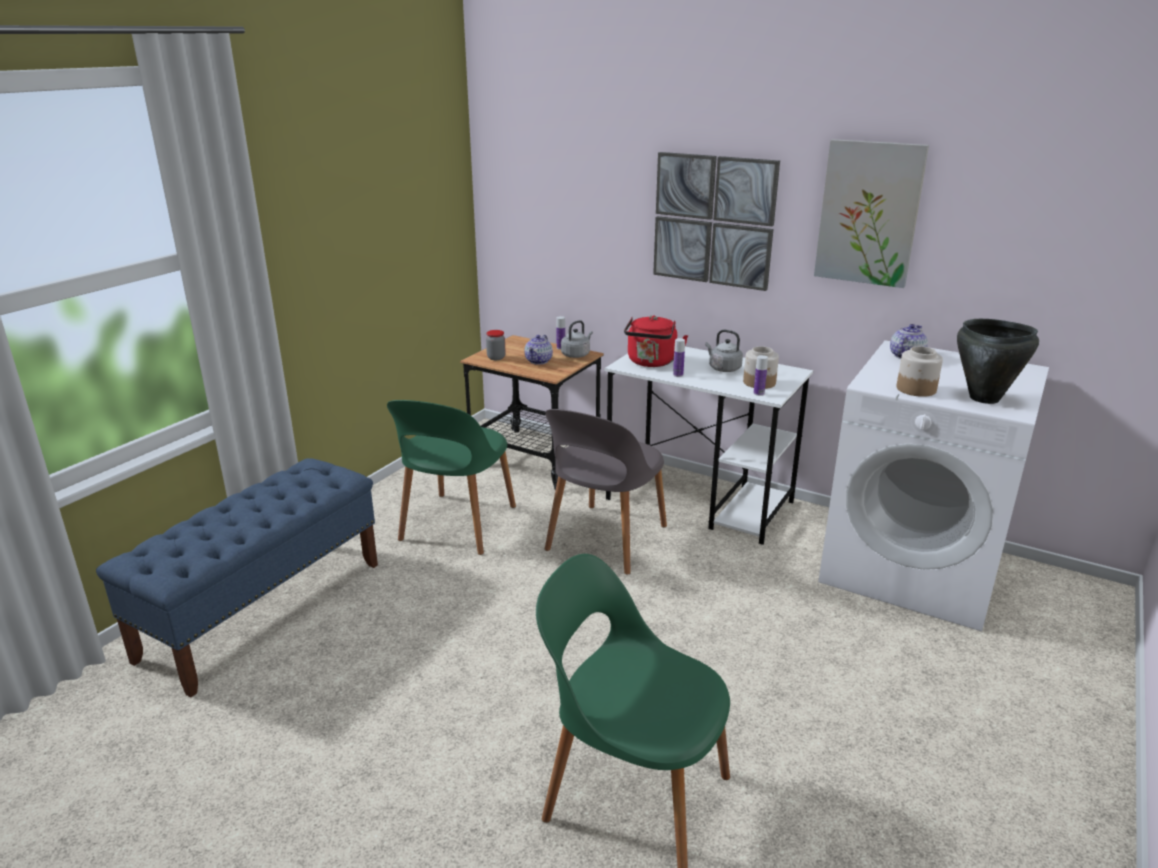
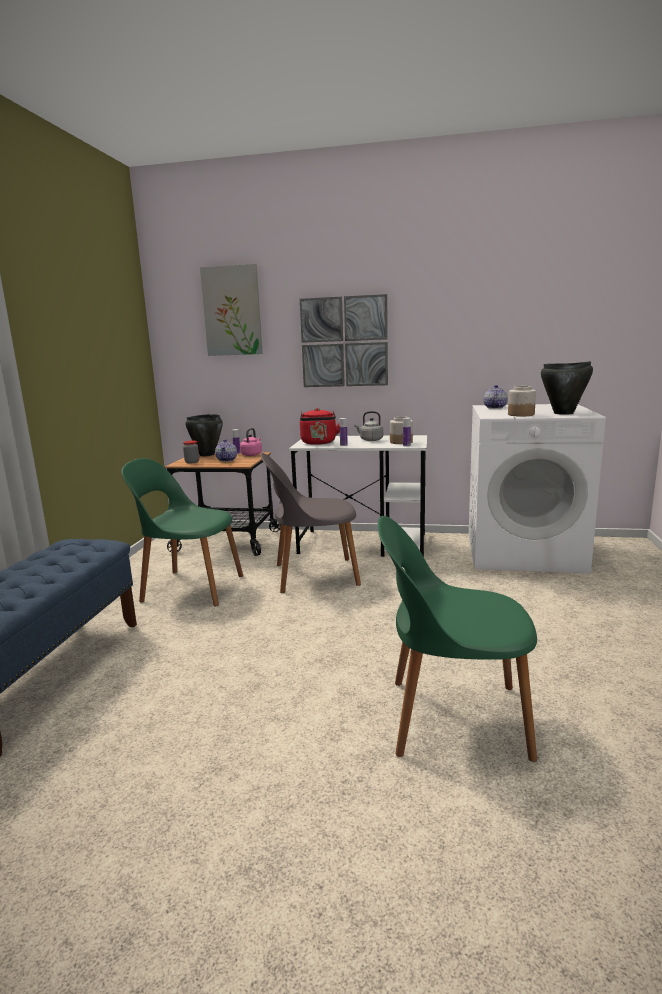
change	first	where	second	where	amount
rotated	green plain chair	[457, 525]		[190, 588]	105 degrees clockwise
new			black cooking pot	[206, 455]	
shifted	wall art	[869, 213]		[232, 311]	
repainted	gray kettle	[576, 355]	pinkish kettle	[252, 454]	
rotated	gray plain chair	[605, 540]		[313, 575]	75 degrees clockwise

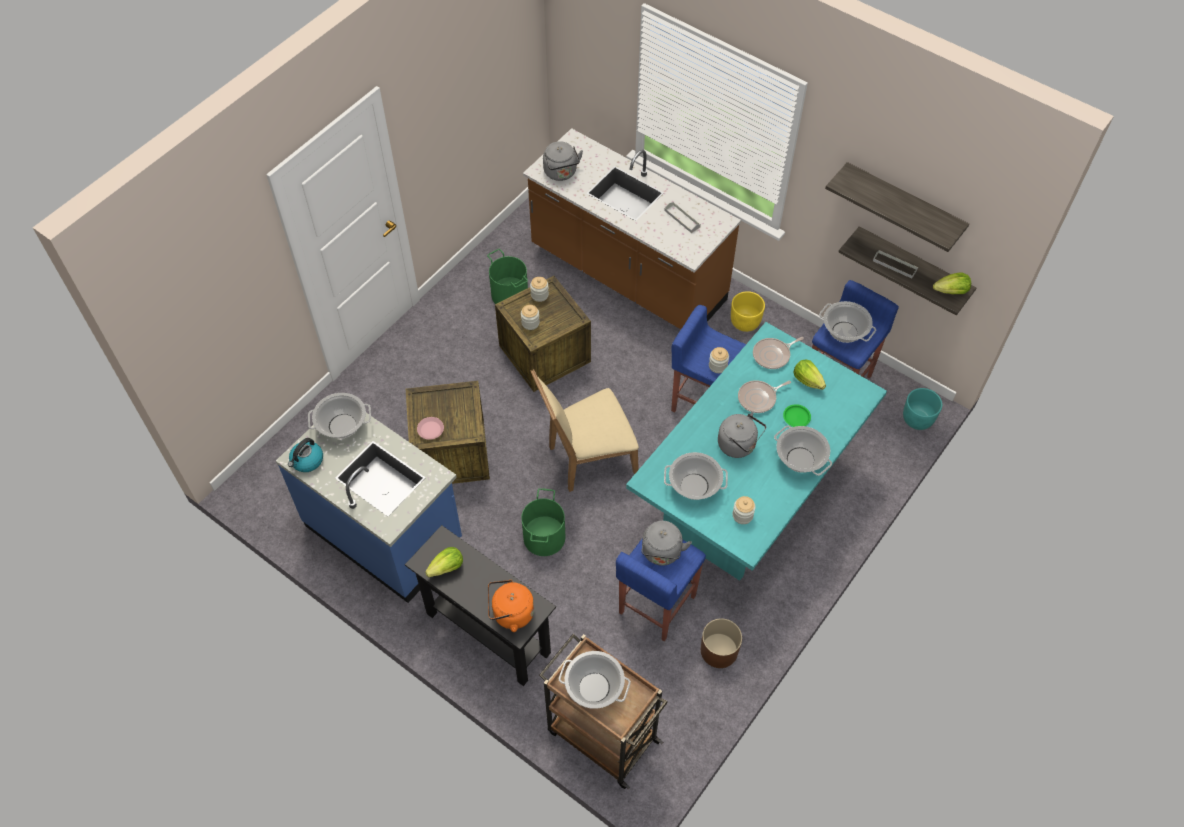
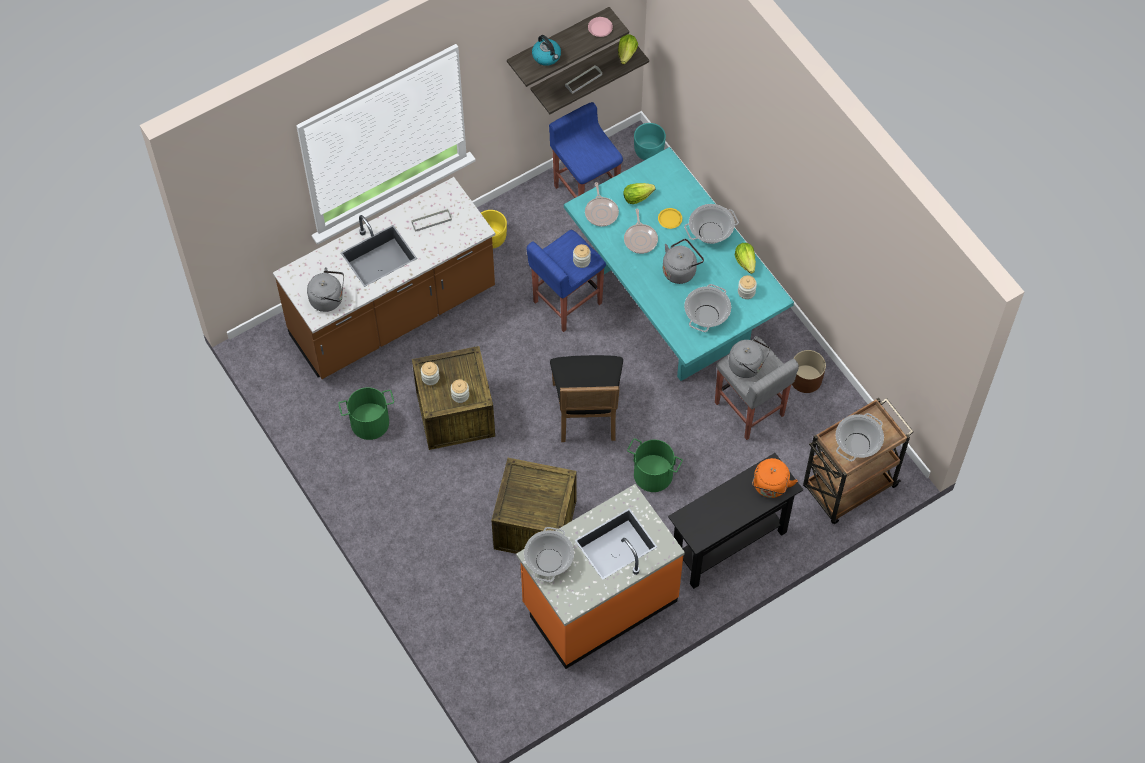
change	first	where	second	where	amount
repainted	blue-coloured kitchen counter	[385, 533]	orange kitchen counter	[599, 602]	
shifted	kettle	[307, 461]		[547, 56]	
repainted	sand-coloured plain chair	[587, 459]	black plain chair	[587, 415]	
shifted	pinkish flat dish	[431, 430]		[600, 28]	
repainted	green flat dish	[796, 417]	yellow-coloured flat dish	[669, 219]	
repainted	blue-coloured stool	[656, 605]	gray stool	[749, 410]	
shifted	head of lettuce	[447, 568]		[745, 262]	
gone	cooking pot	[844, 332]			

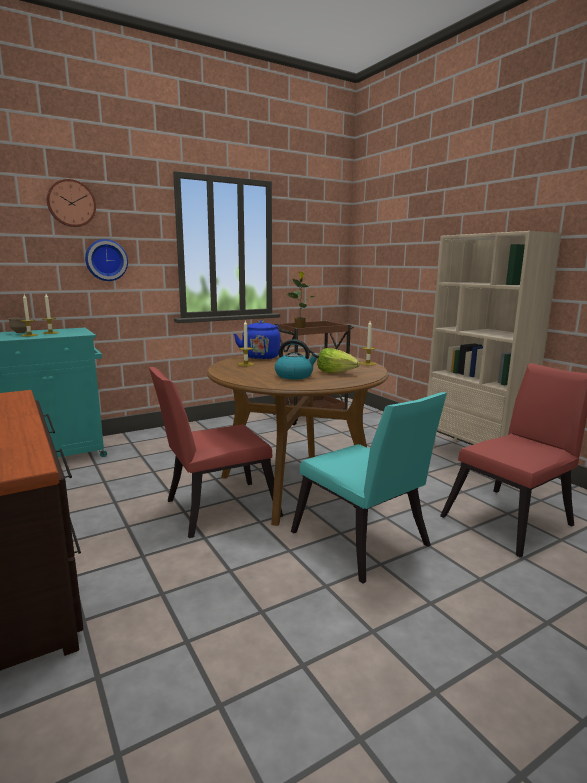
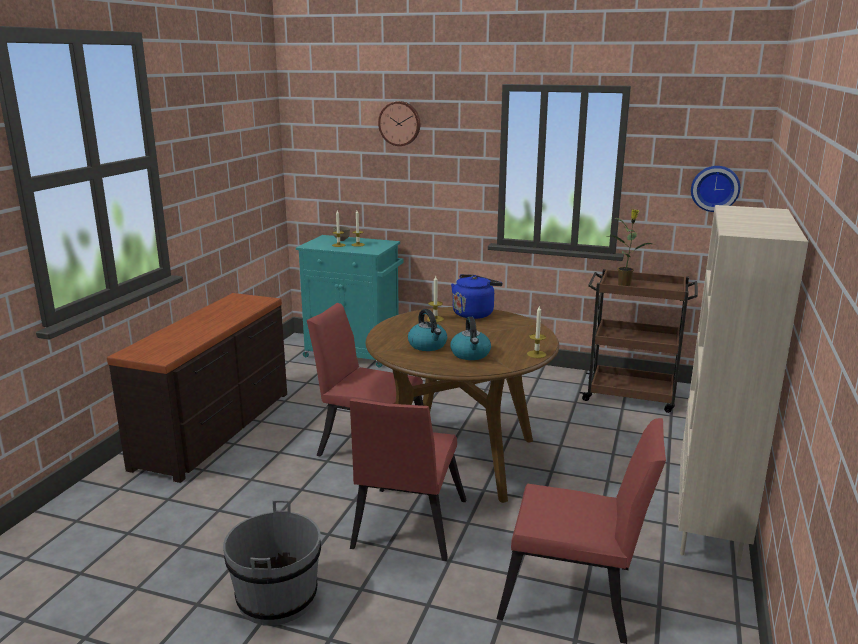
change	first	where	second	where	amount
new			gray pail	[277, 598]	
repainted	turquoise-coloured plain chair	[363, 544]	reddish plain chair	[406, 528]	
swapped	head of lettuce	[336, 372]	kettle	[470, 354]	
shifted	wall clock	[106, 260]		[715, 188]	

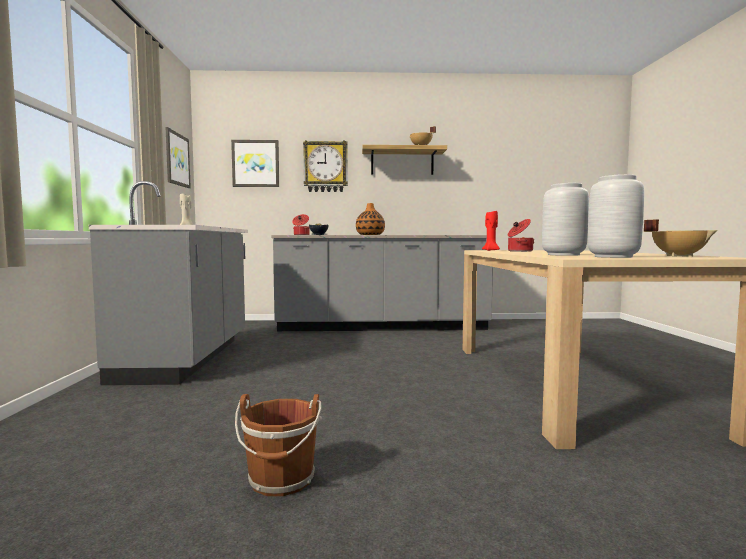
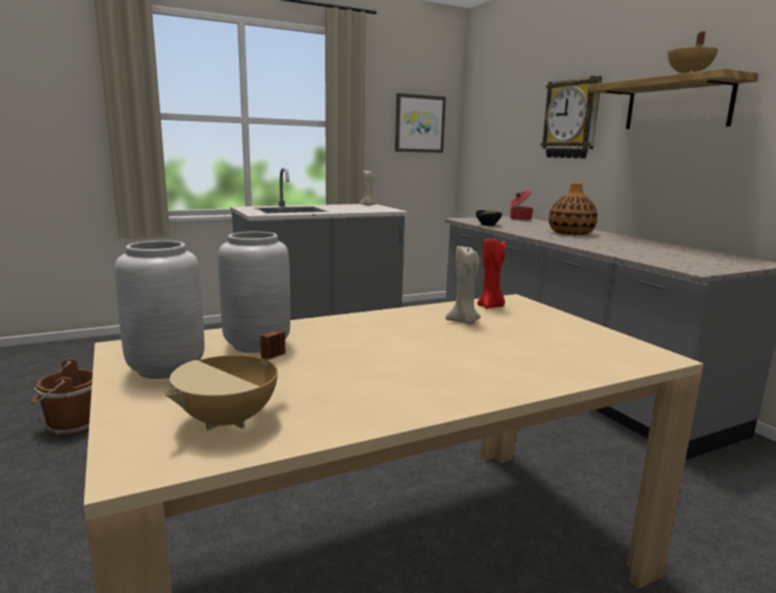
change	first	where	second	where	amount
swapped	cooking pot	[519, 251]	sand-coloured candle	[464, 322]	
gone	wall art	[255, 163]			

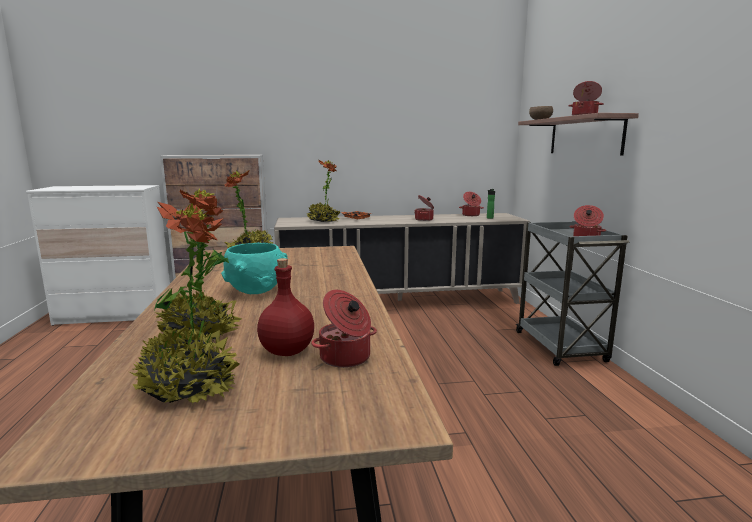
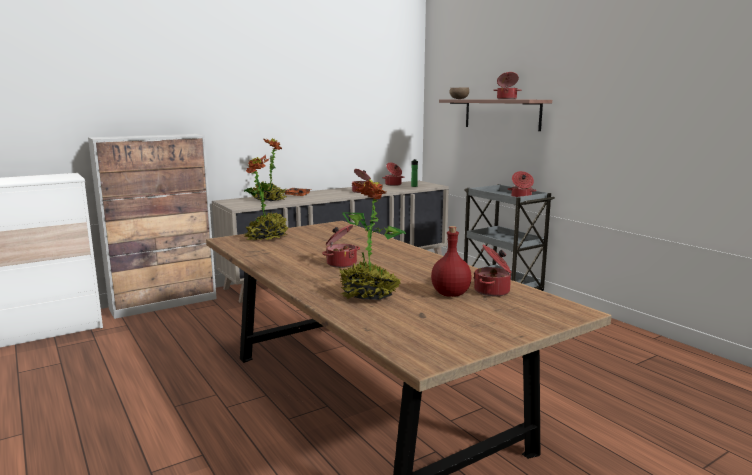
change	first	where	second	where	amount
swapped	turquoise-coloured deep dish	[255, 291]	cooking pot	[341, 263]	
gone	houseplant	[189, 387]			

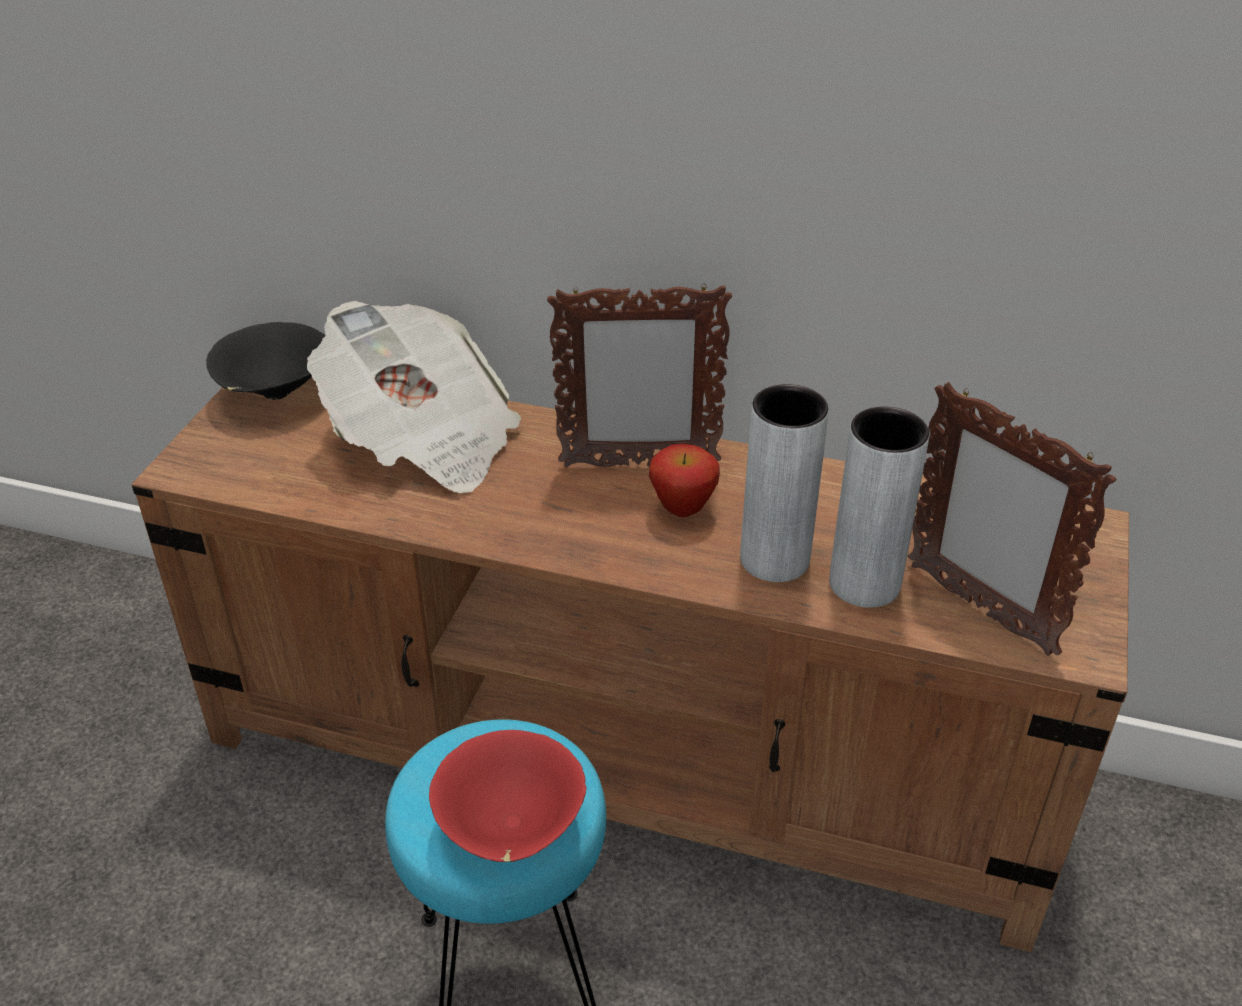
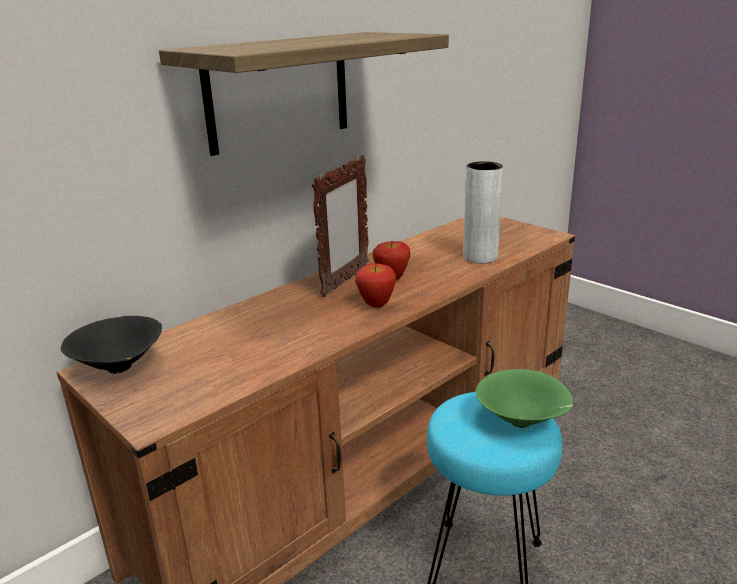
change	first	where	second	where	amount
new			shelf	[279, 91]	
new			whole apple	[376, 305]	
repainted	reddish deep dish	[510, 829]	green deep dish	[522, 422]	
gone	daily paper	[422, 438]			
gone	gray decorative vase	[774, 559]			
gone	photo frame	[979, 608]			

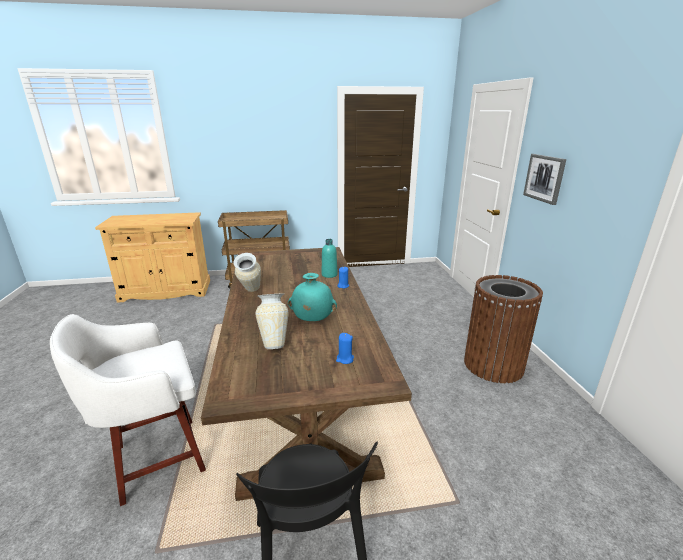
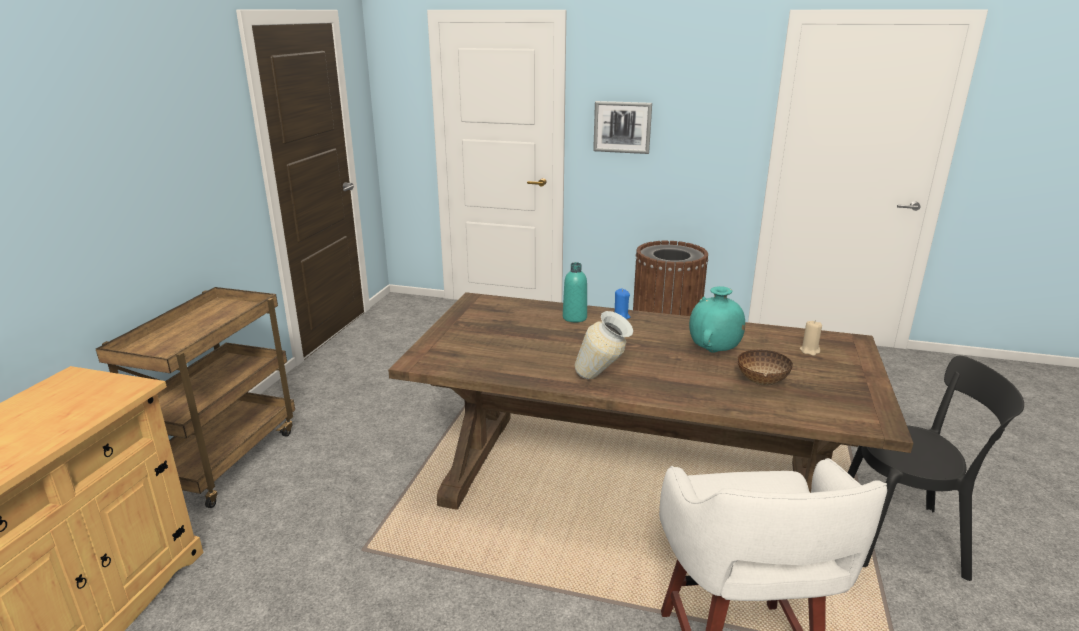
change	first	where	second	where	amount
swapped	decorative vase	[275, 342]	deep dish	[761, 381]	
repainted	blue-coloured candle	[345, 359]	sand-coloured candle	[809, 351]	

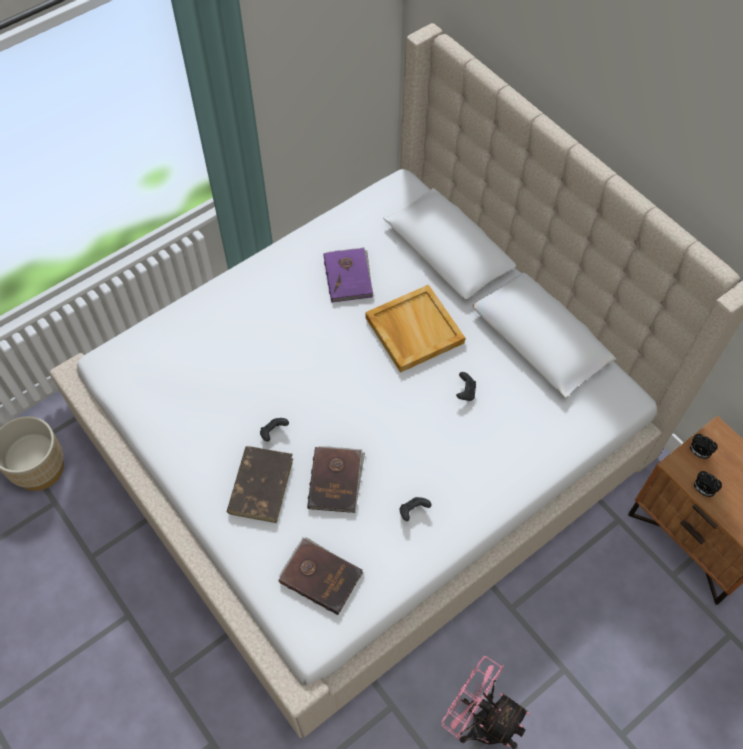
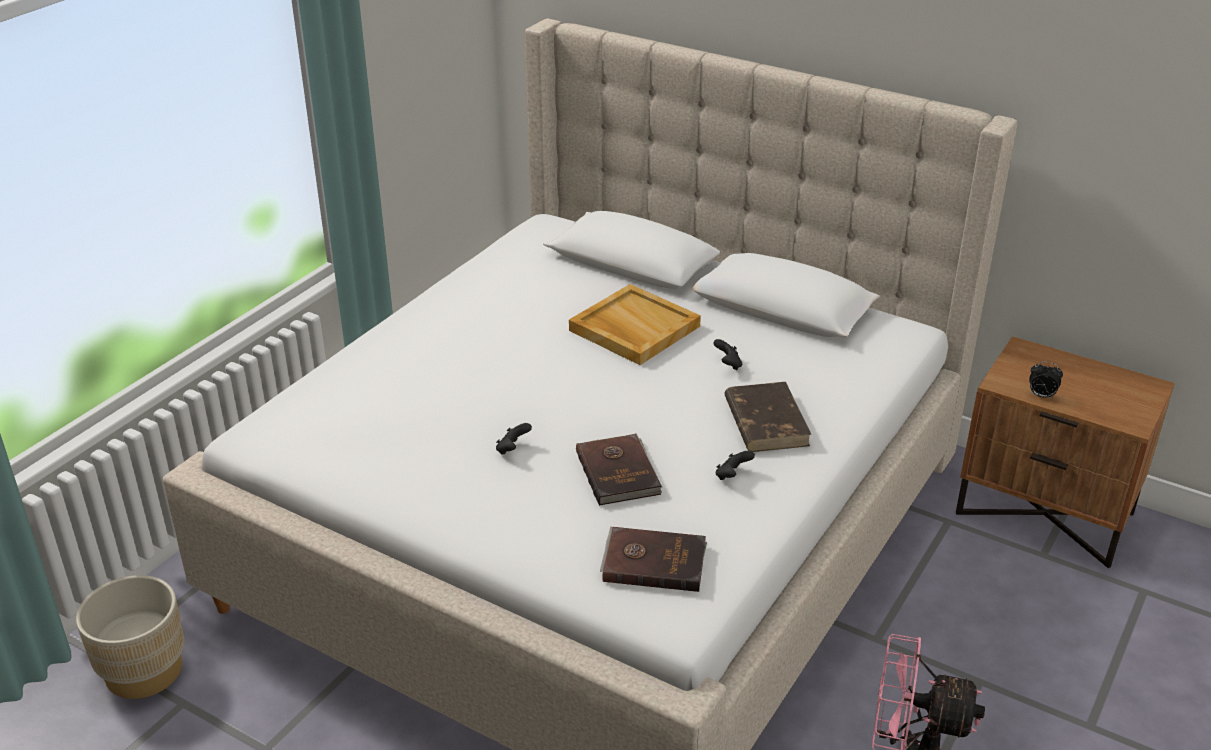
change	first	where	second	where	amount
shifted	brown-coloured bound book	[261, 485]		[765, 421]	
gone	purple-coloured bound book	[349, 276]			
gone	alarm clock	[698, 452]			

